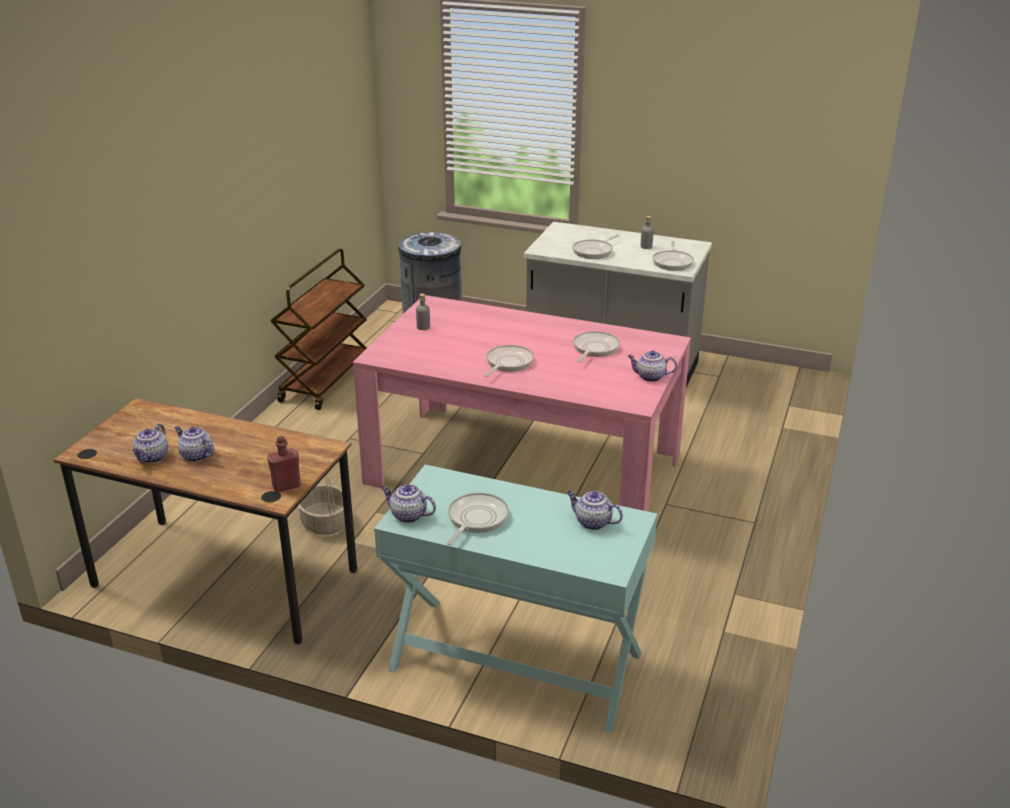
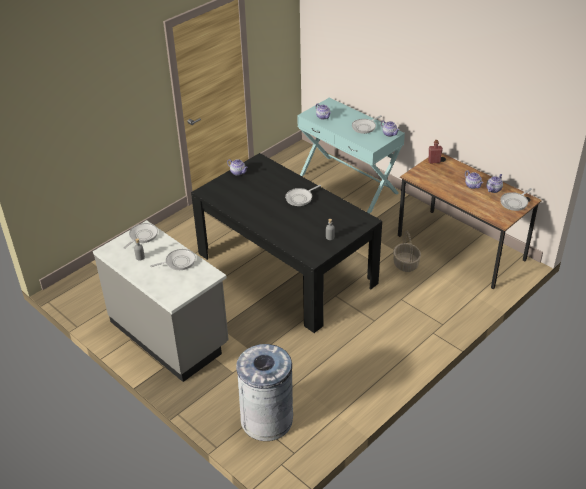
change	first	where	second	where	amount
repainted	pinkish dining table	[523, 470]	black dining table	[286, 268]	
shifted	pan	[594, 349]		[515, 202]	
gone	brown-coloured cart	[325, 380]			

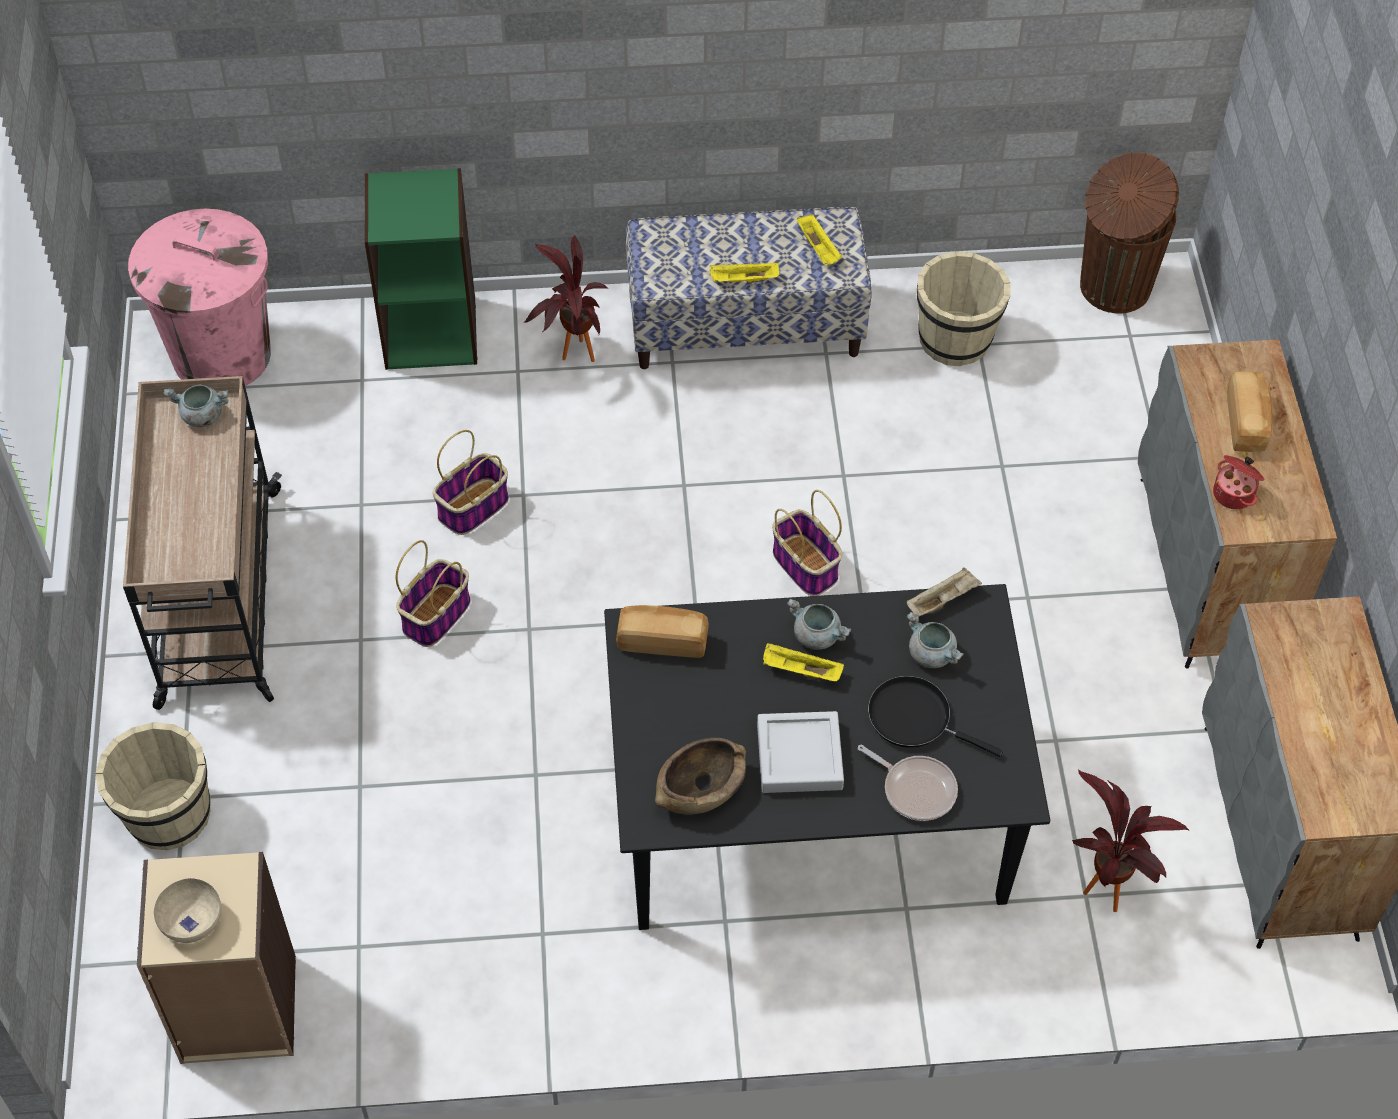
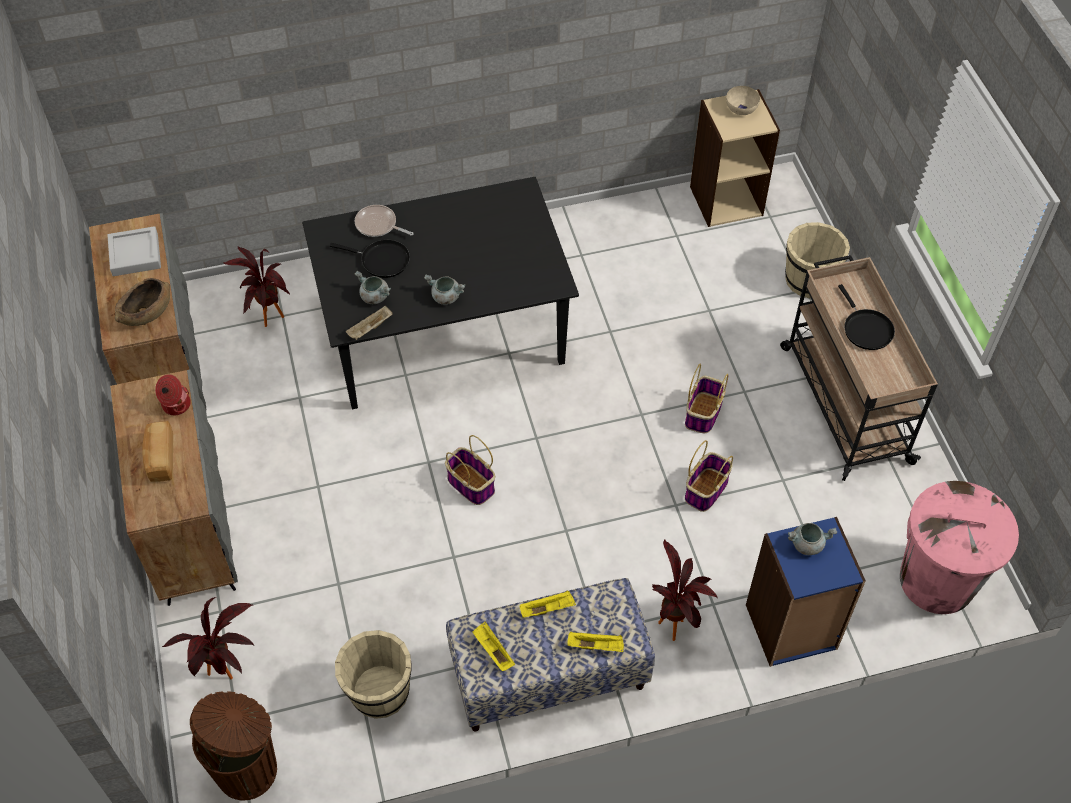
change	first	where	second	where	amount
shifted	gray tray	[799, 757]		[135, 255]	
shifted	brown-coloured deep dish	[700, 788]		[146, 312]	
new			houseplant	[228, 673]	
shifted	yellow-coloured tray	[800, 671]		[596, 646]	
repainted	green bookshelf	[431, 332]	blue-coloured bookshelf	[791, 628]	
shifted	gray cooking pot	[201, 416]		[807, 544]	
new			black pan	[866, 329]	
gone	bakery bread	[662, 640]			

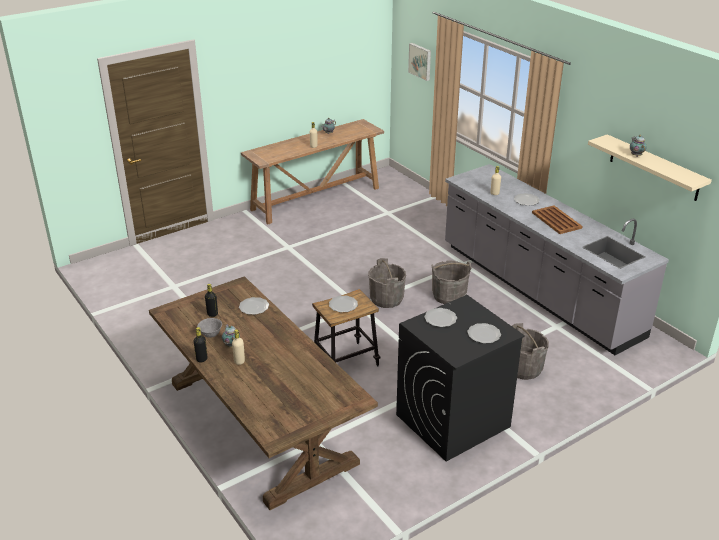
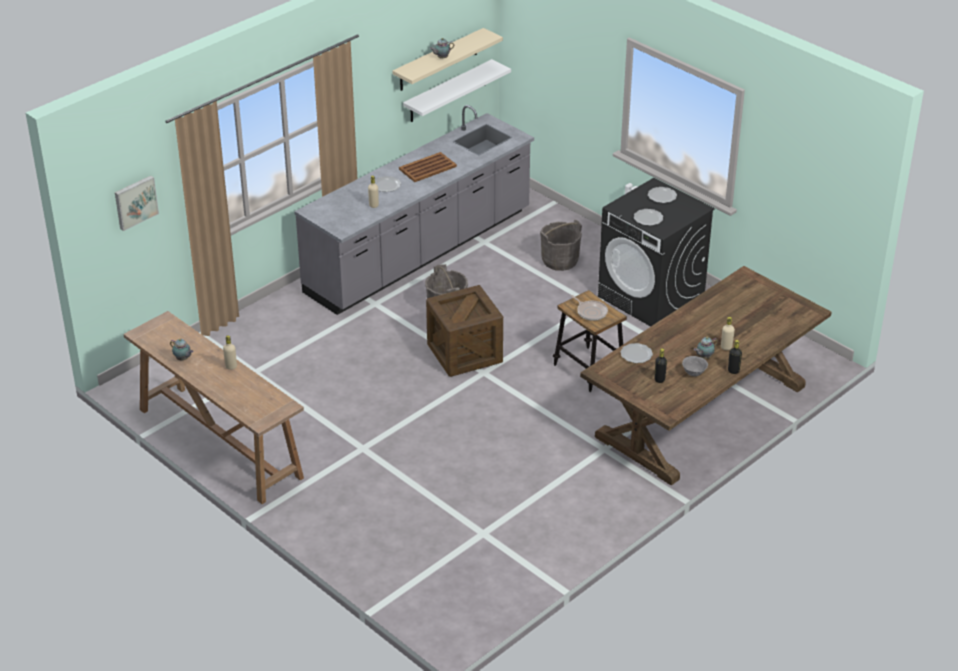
change	first	where	second	where	amount
new			white shelf	[448, 91]	
swapped	gray pail	[386, 299]	packing crate	[464, 353]	
swapped	flat dish	[343, 305]	pan	[591, 312]	

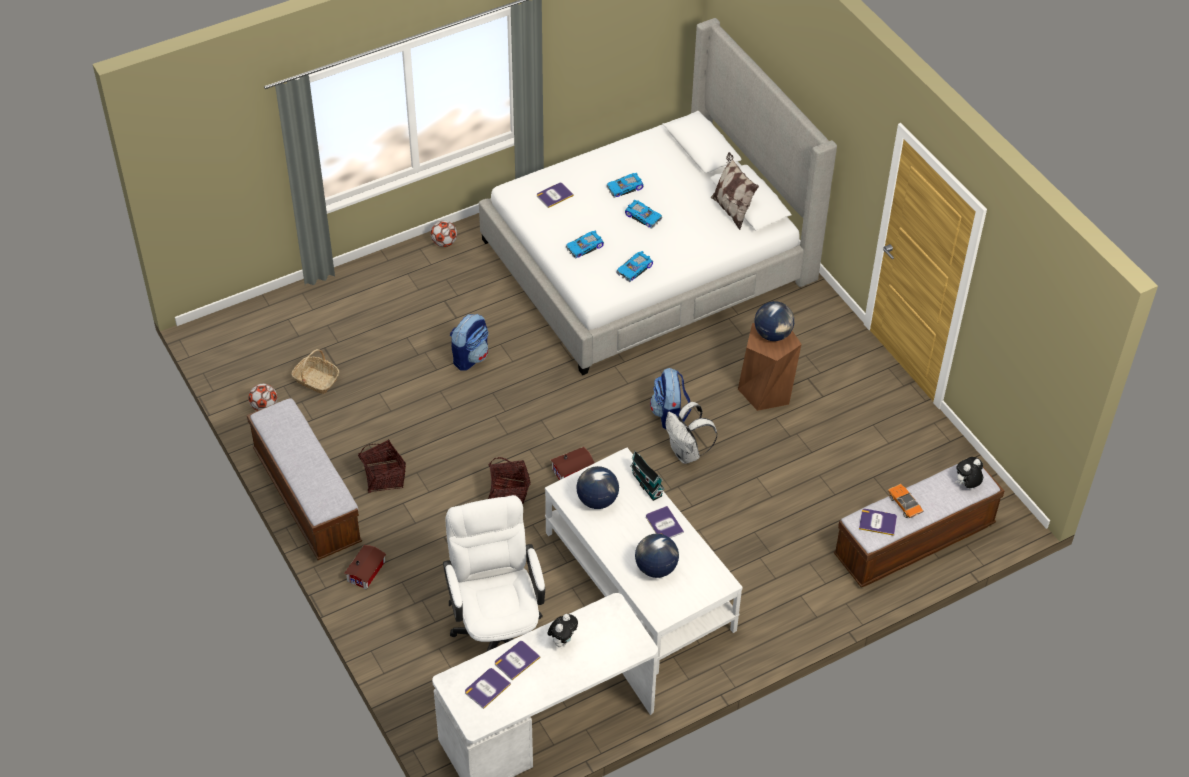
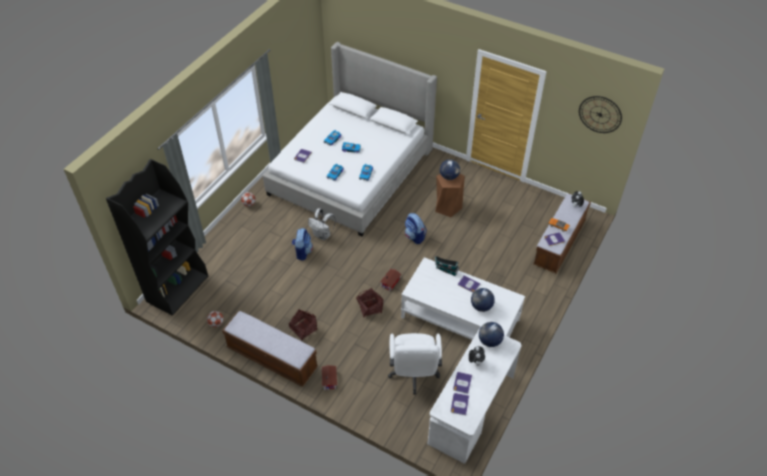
change	first	where	second	where	amount
new			black bookshelf	[177, 288]	
shifted	white rucksack	[687, 453]		[322, 235]	
rotated	white office chair	[497, 629]		[413, 375]	135 degrees counterclockwise
shifted	world globe	[597, 500]		[489, 341]	
new			wall clock	[600, 114]	
gone	basket	[316, 380]			
gone	pillow	[732, 210]			

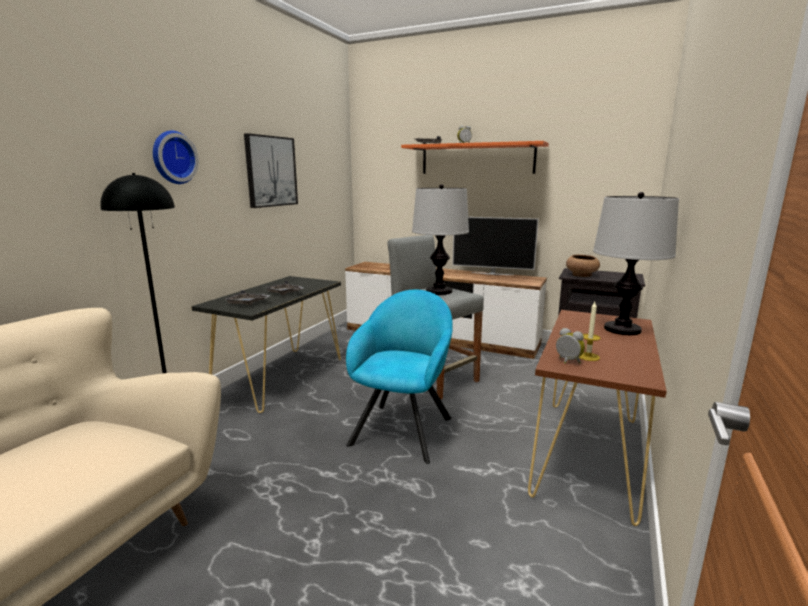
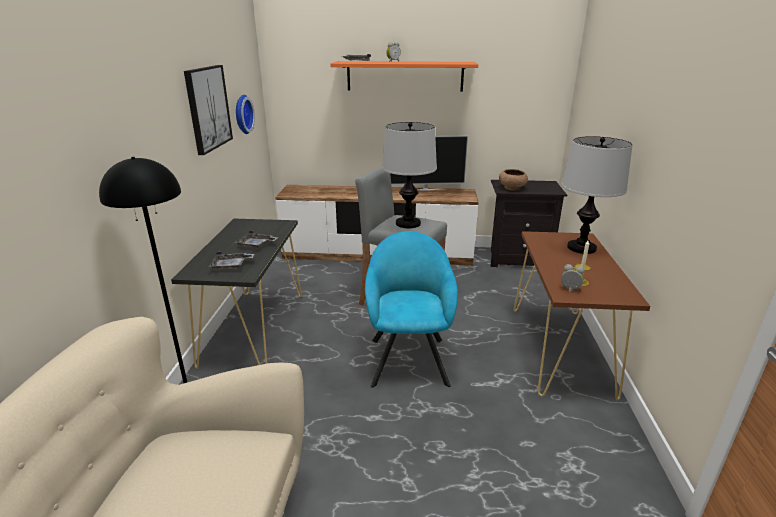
change	first	where	second	where	amount
shifted	wall clock	[172, 157]		[241, 114]	

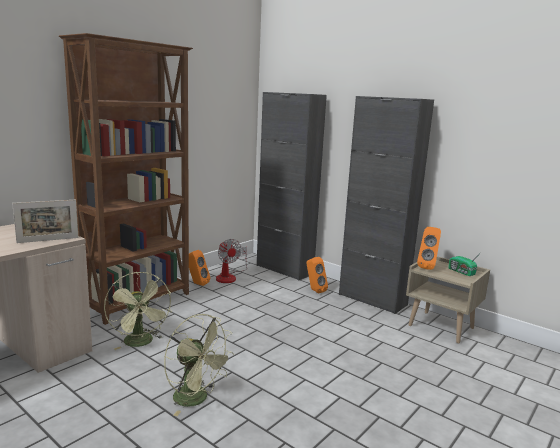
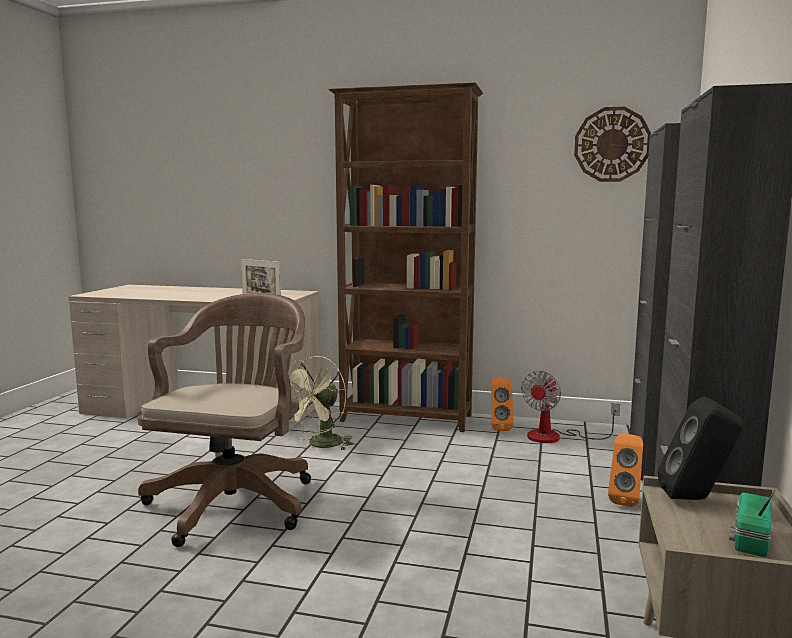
change	first	where	second	where	amount
swapped	green electric fan	[197, 399]	brown-coloured office chair	[235, 500]	
new			wall clock	[612, 144]	
repainted	orange speaker	[427, 267]	black speaker	[696, 499]	

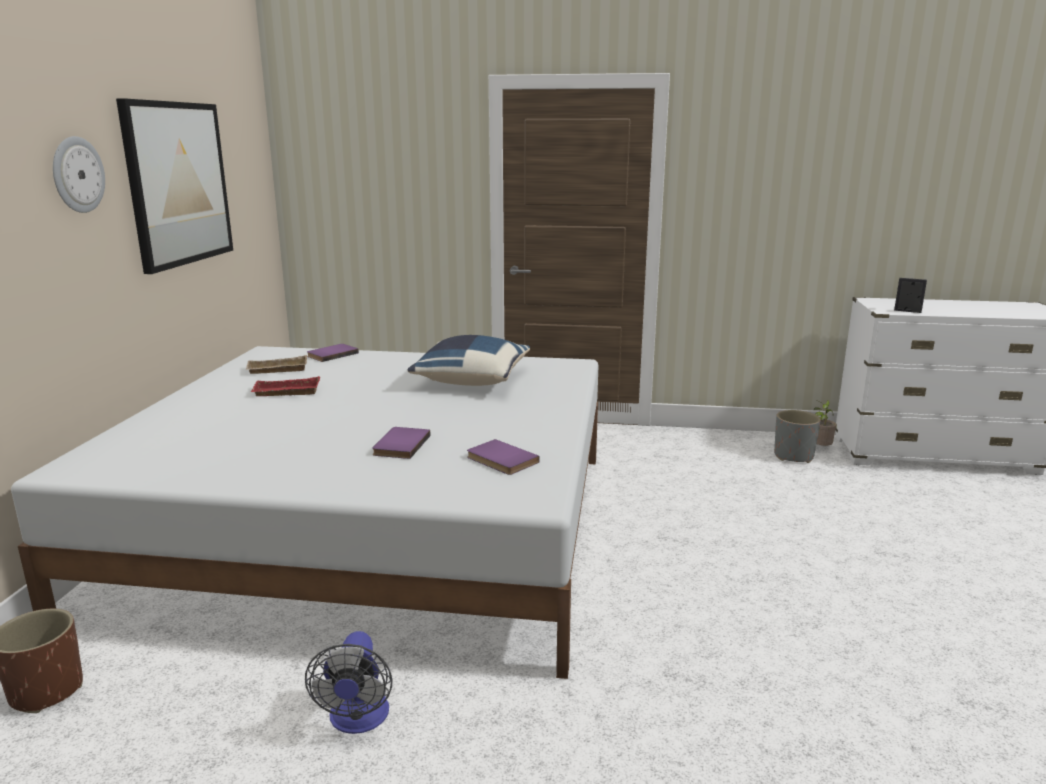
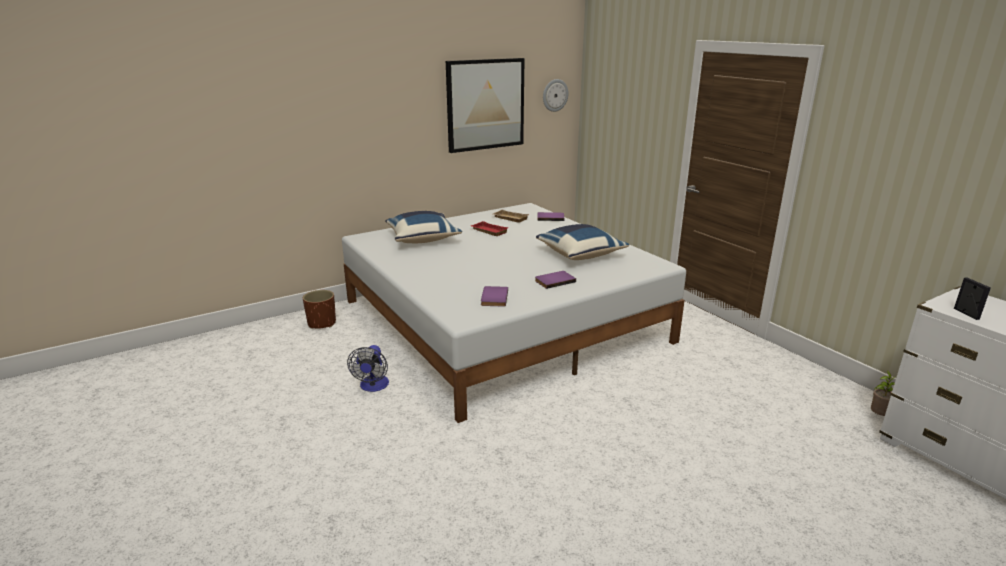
change	first	where	second	where	amount
rotated	electric fan	[358, 720]		[373, 386]	45 degrees counterclockwise
new			blue-coloured pillow	[422, 239]	
shifted	purple-coloured bound book	[399, 445]		[554, 281]	
shifted	wall clock	[77, 175]		[555, 95]	
gone	gray flower pot	[793, 456]			

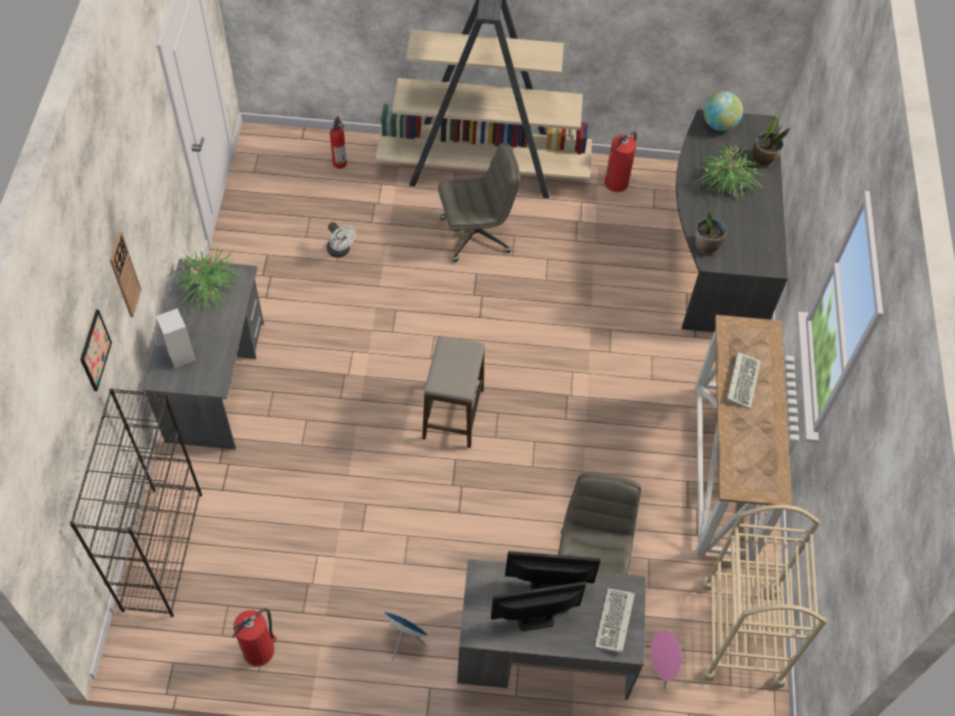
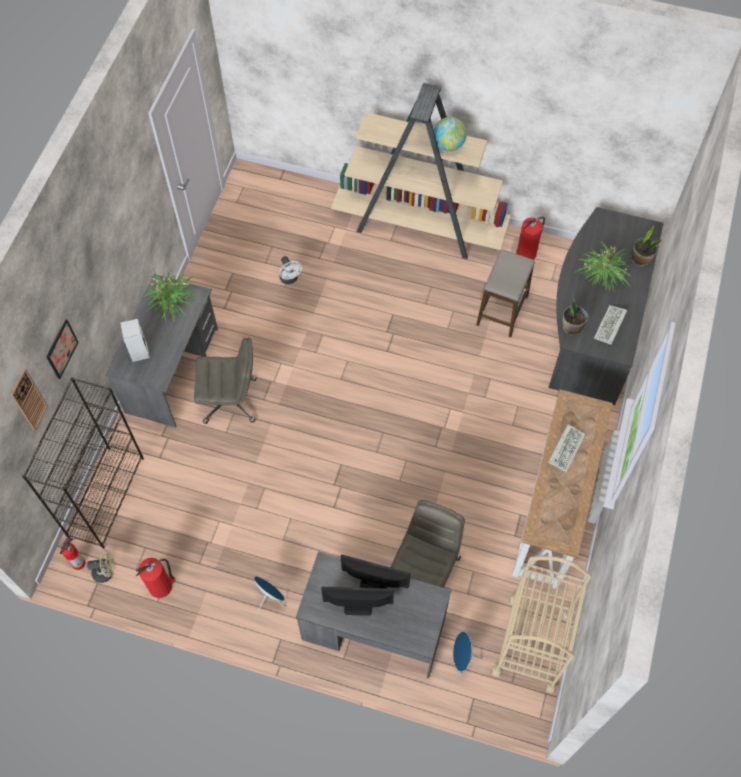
change	first	where	second	where	amount
shifted	wall clock	[124, 275]		[28, 400]	
shifted	fire extinguisher	[340, 162]		[79, 562]	
new			sand-coloured electric fan	[106, 572]	
shifted	gray office chair	[476, 234]		[231, 400]	
shifted	world globe	[719, 124]		[448, 145]	
repainted	pinkish speaker	[662, 667]	blue-coloured speaker	[462, 659]	
shifted	stool	[453, 414]		[502, 311]	
shifted	keyboard	[615, 623]		[610, 326]	

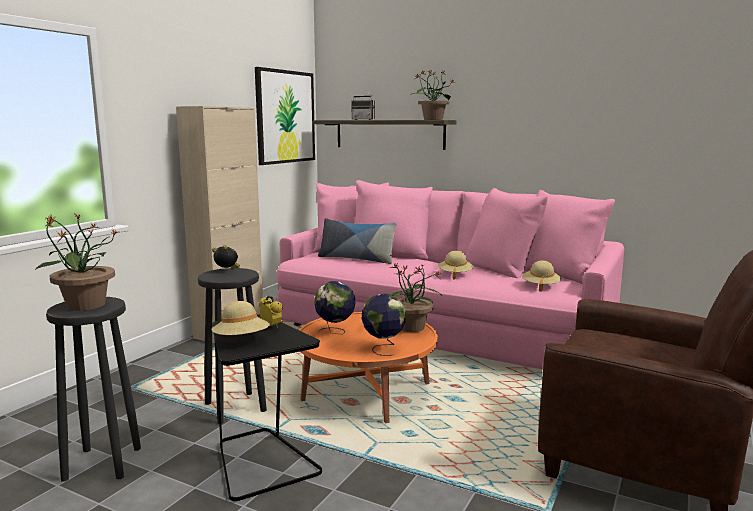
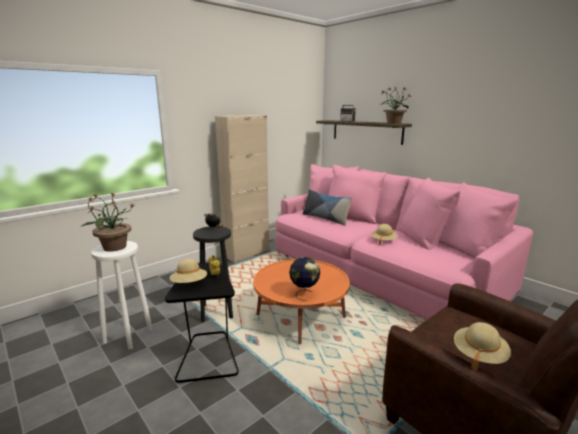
change	first	where	second	where	amount
repainted	black stool	[103, 463]	white stool	[128, 335]	
shifted	sand-coloured wearable hat	[541, 286]		[479, 355]	
gone	wall art	[285, 117]			
gone	world globe	[335, 332]			
gone	houseplant	[411, 328]			

